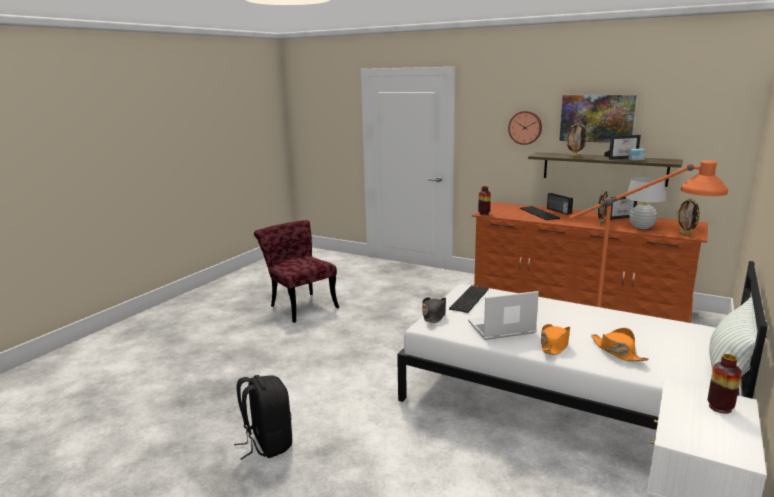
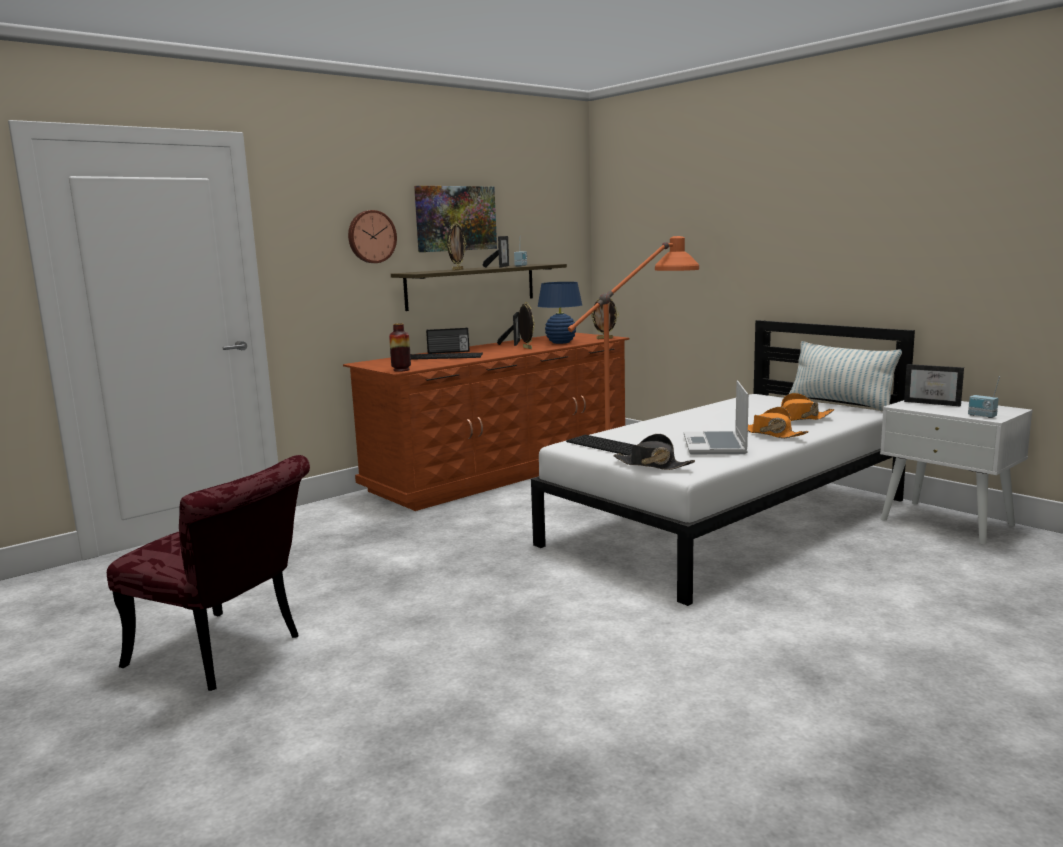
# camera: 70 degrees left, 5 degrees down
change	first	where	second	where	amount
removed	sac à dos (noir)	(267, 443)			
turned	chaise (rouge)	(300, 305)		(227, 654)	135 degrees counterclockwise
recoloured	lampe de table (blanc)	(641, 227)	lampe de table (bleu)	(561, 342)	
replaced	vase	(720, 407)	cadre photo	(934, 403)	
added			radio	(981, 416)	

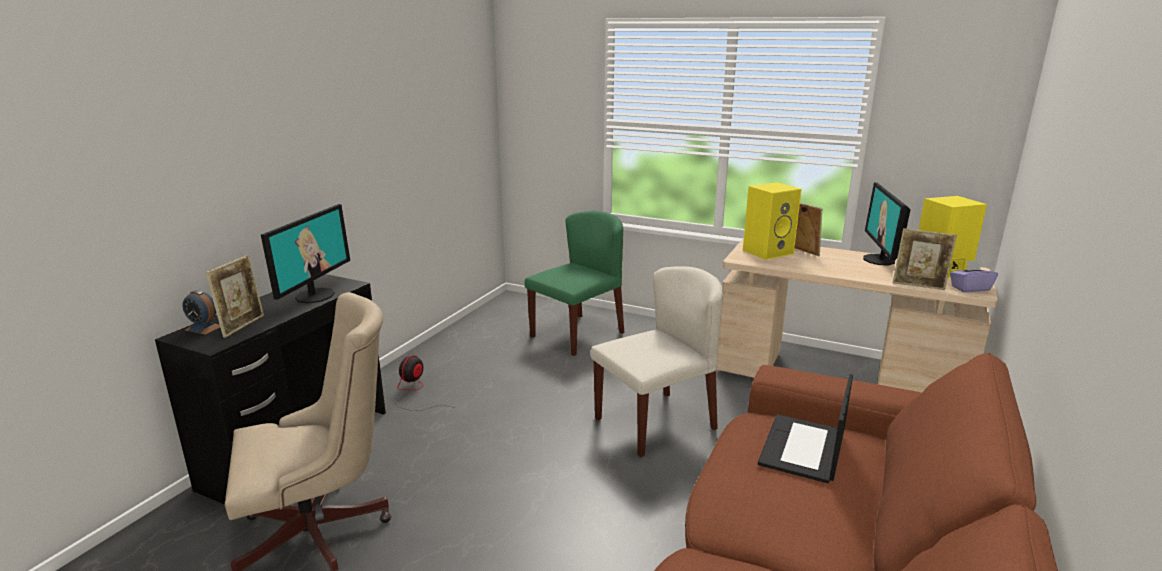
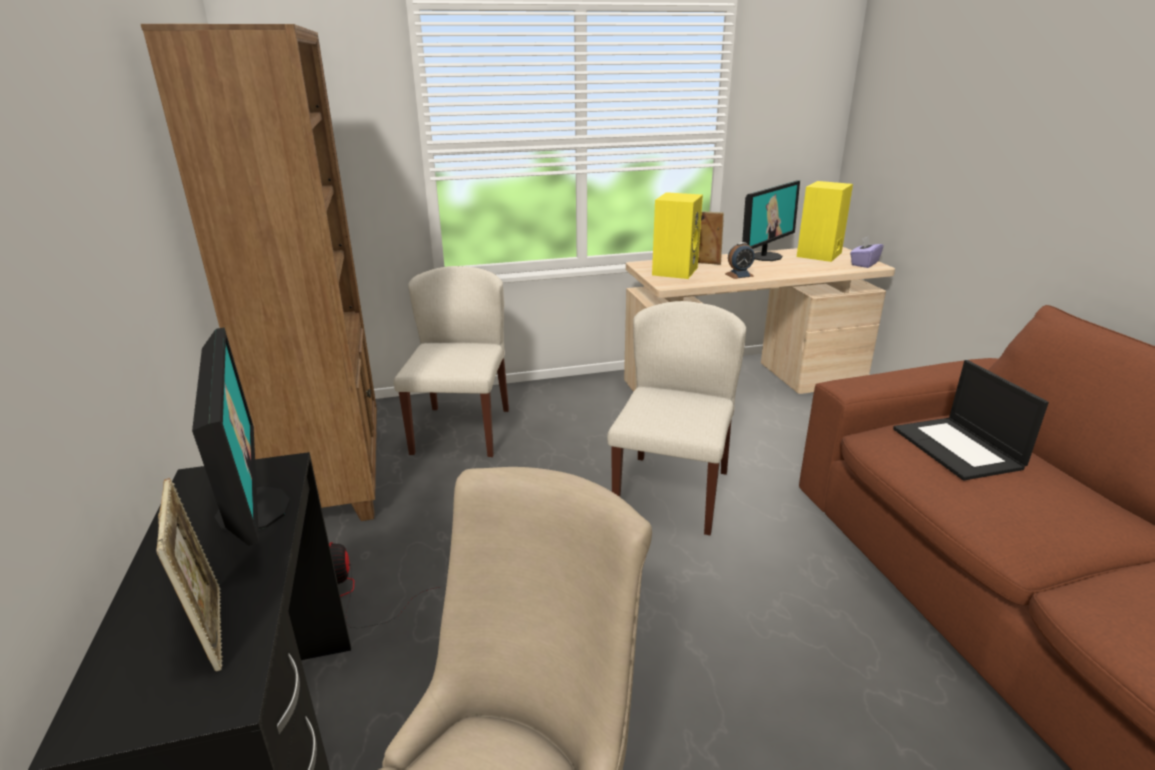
# camera: 40 degrees left, 5 degrees up
change	first	where	second	where	amount
moved	réveil	(204, 328)		(739, 275)	
recoloured	chaise (vert)	(577, 334)	chaise (beige)	(461, 430)	
turned	écran d'ordinateur	(879, 260)		(765, 256)	105 degrees counterclockwise
removed	cadre photo	(918, 286)			
added			bibliothèque (marron)	(334, 473)	

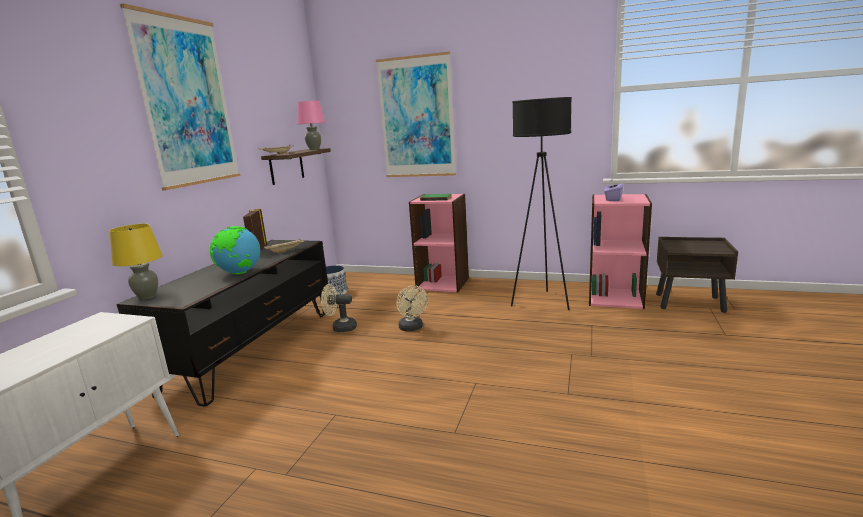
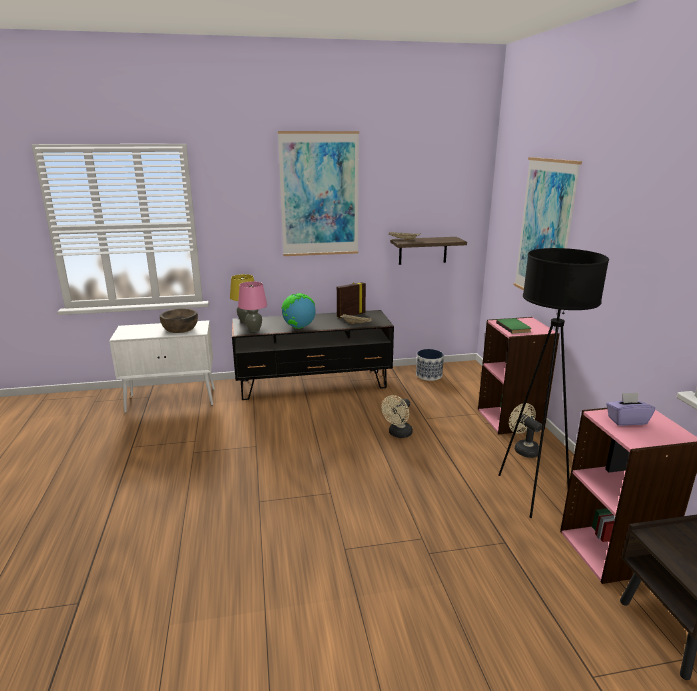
# camera: 60 degrees right, 5 degrees up
change	first	where	second	where	amount
moved	lampe de table (rose)	(314, 149)		(254, 330)	
moved	ventilateur (beige)	(340, 328)		(523, 449)	
added			bol (marron)	(180, 328)	

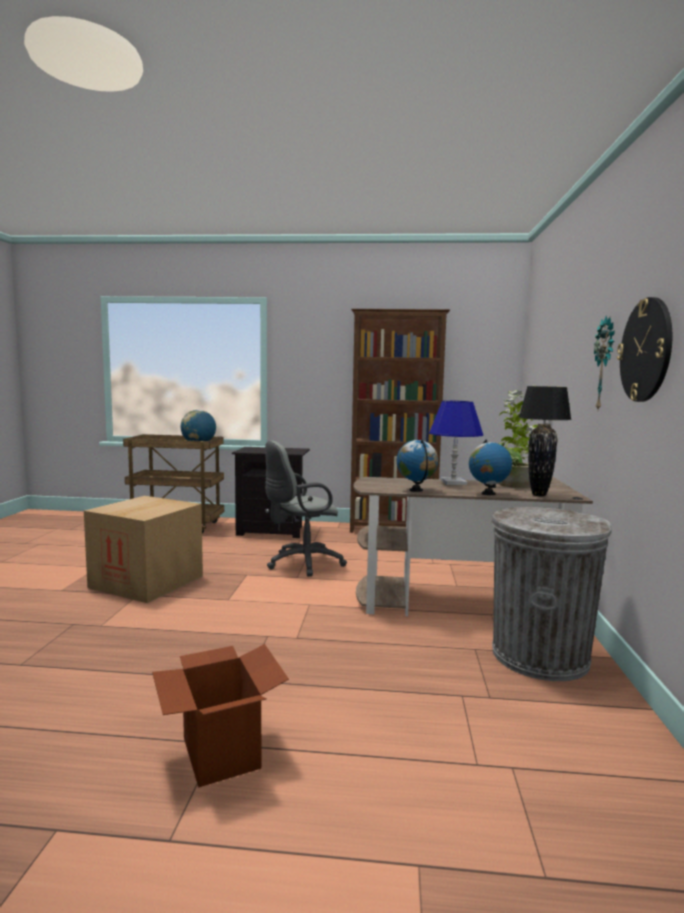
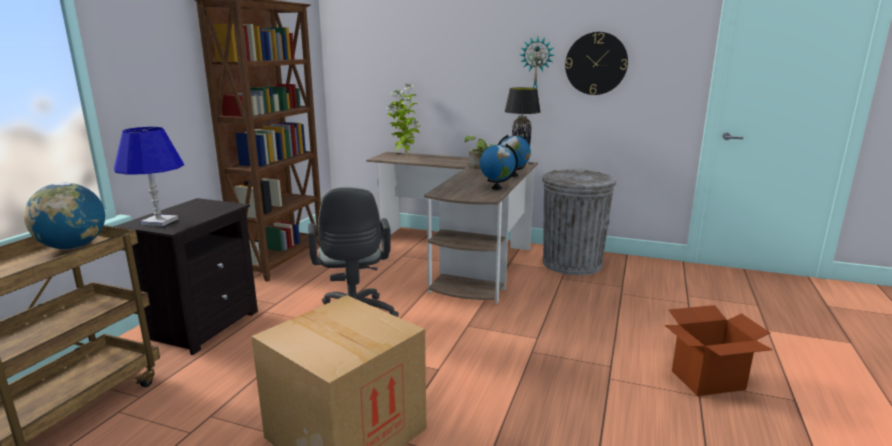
# camera: 75 degrees left, 10 degrees up
change	first	where	second	where	amount
moved	lampe de table (bleu)	(453, 482)		(159, 222)	

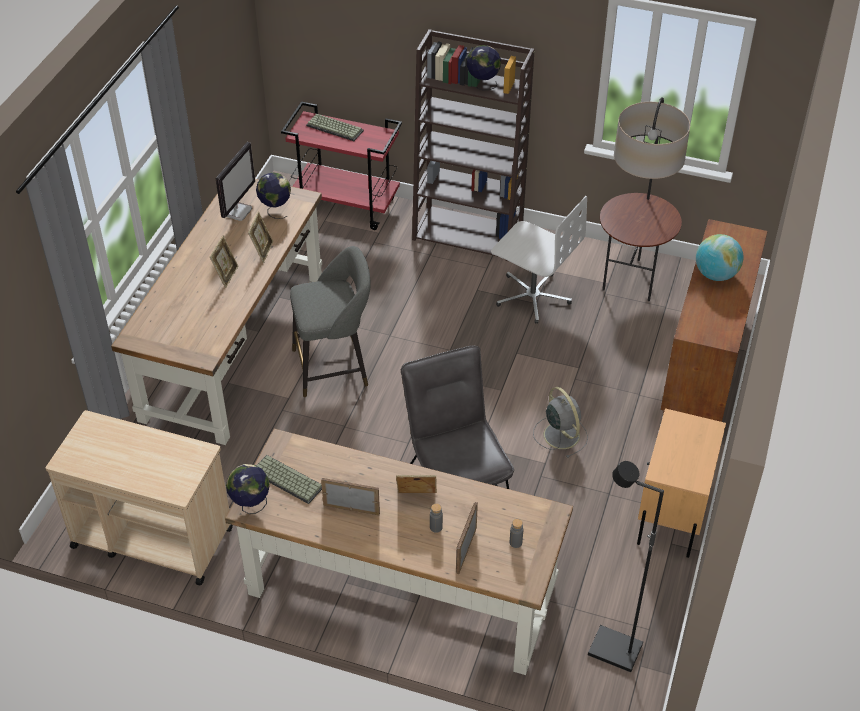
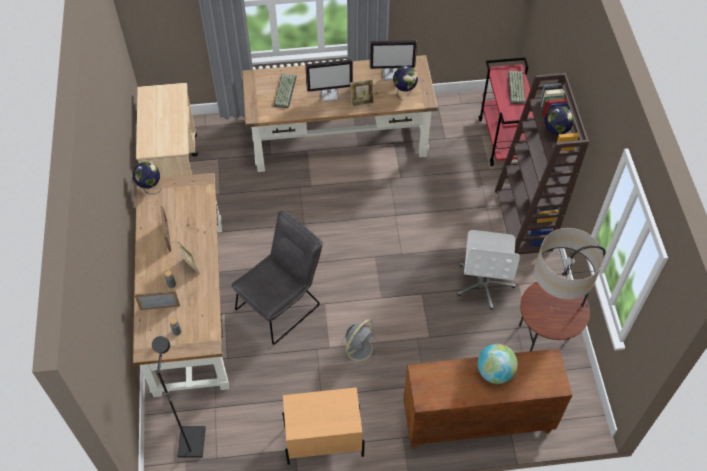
# camera: 65 degrees right, 10 degrees up
change	first	where	second	where	amount
replaced	cadre photo	(226, 275)	écran d'ordinateur	(329, 94)	
moved	clavier	(286, 480)		(284, 90)	
removed	tabouret (gris)	(335, 367)			

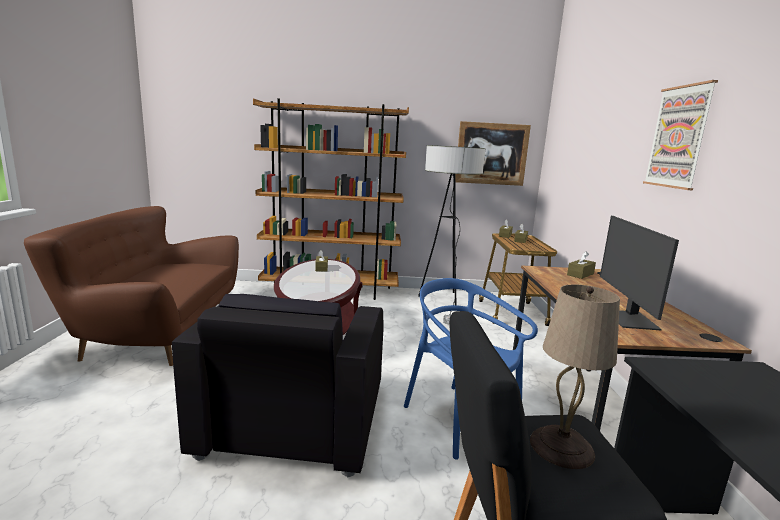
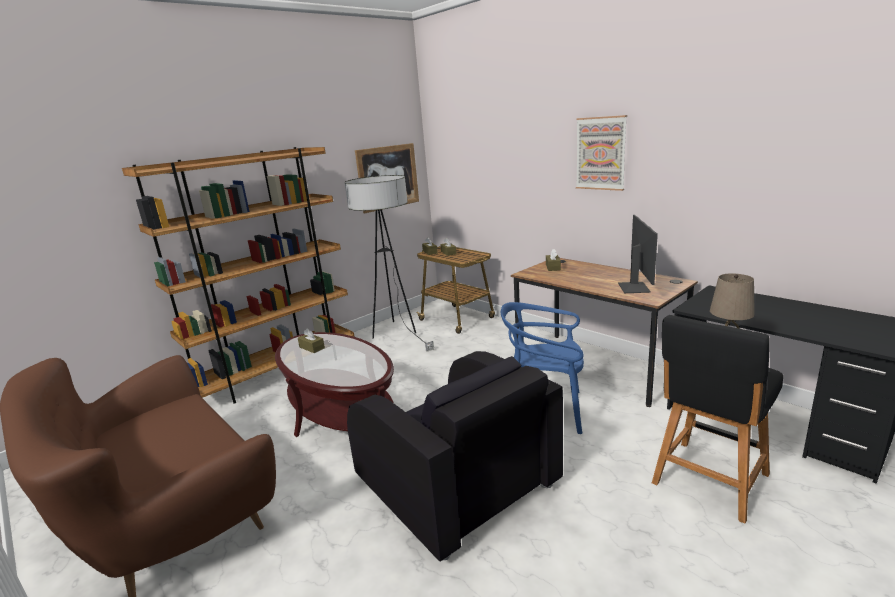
# camera: 40 degrees left, 5 degrees up
change	first	where	second	where	amount
turned	écran d'ordinateur	(629, 320)		(634, 287)	135 degrees counterclockwise

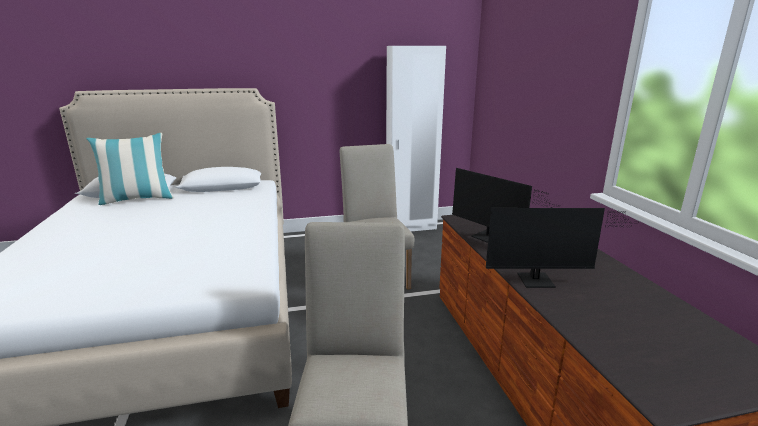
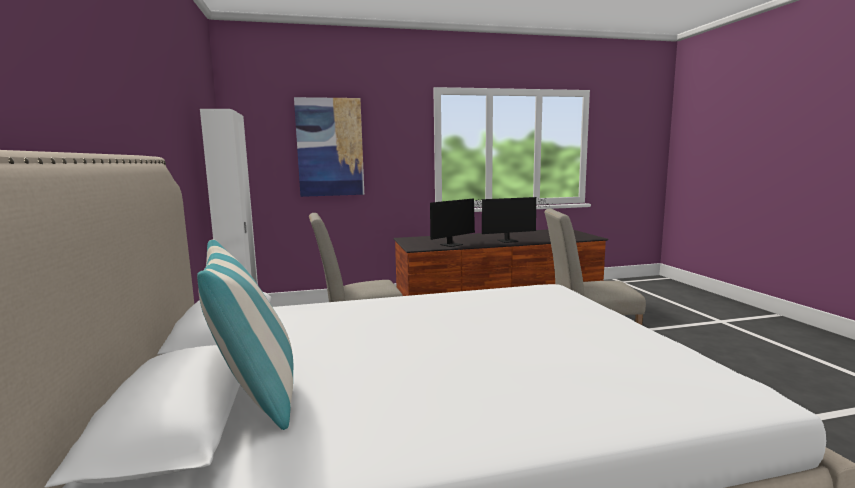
# camera: 90 degrees left, 10 degrees down
change	first	where	second	where	amount
turned	écran d'ordinateur	(541, 281)		(511, 241)	75 degrees clockwise
added			tableau	(330, 147)	

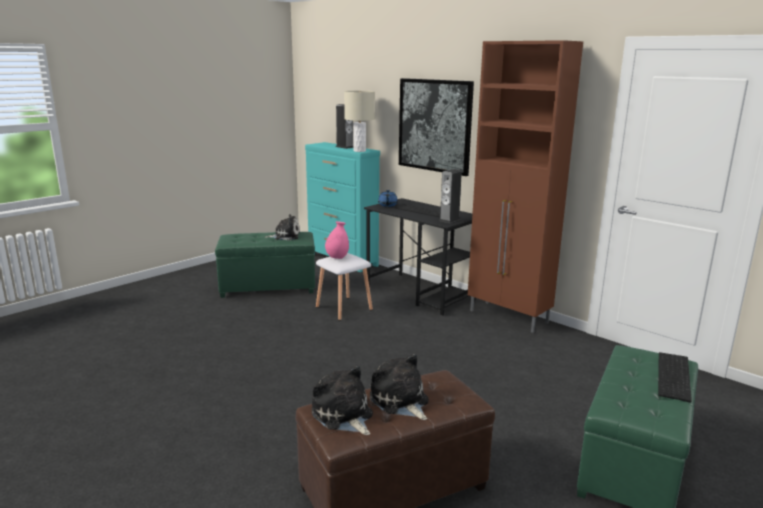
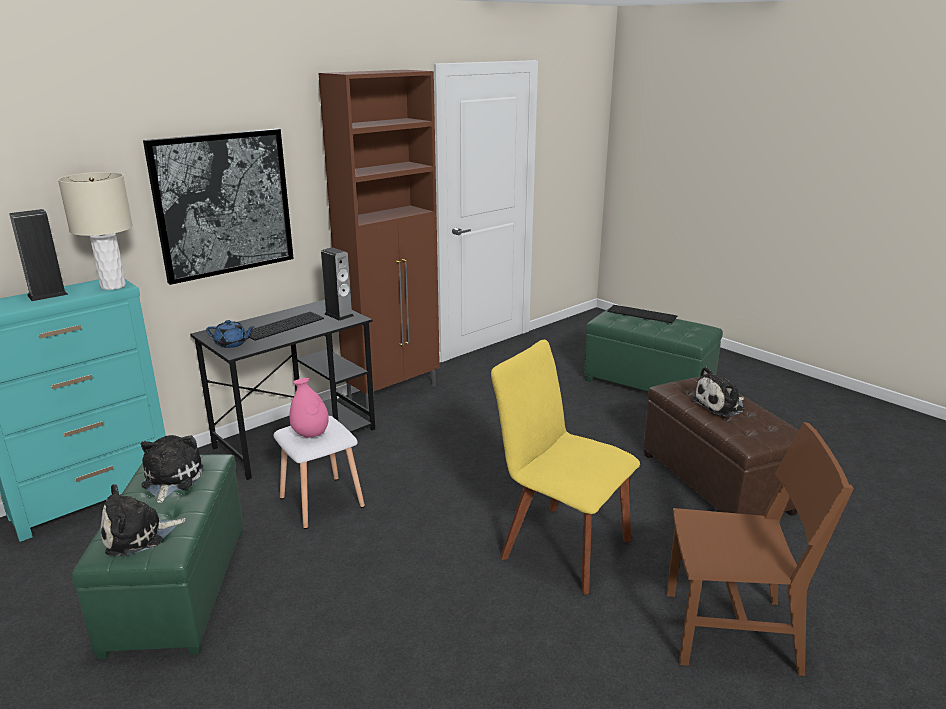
# camera: 85 degrees left, 5 degrees up
change	first	where	second	where	amount
moved	peluche	(343, 415)		(138, 535)	
added			chaise (jaune)	(560, 545)	
added			chaise (marron)	(731, 631)	

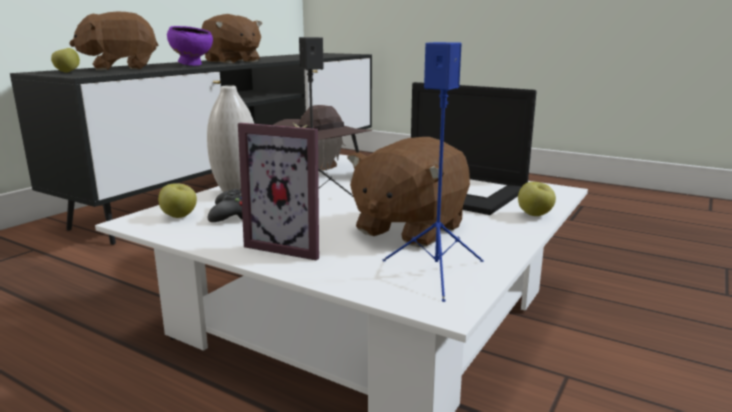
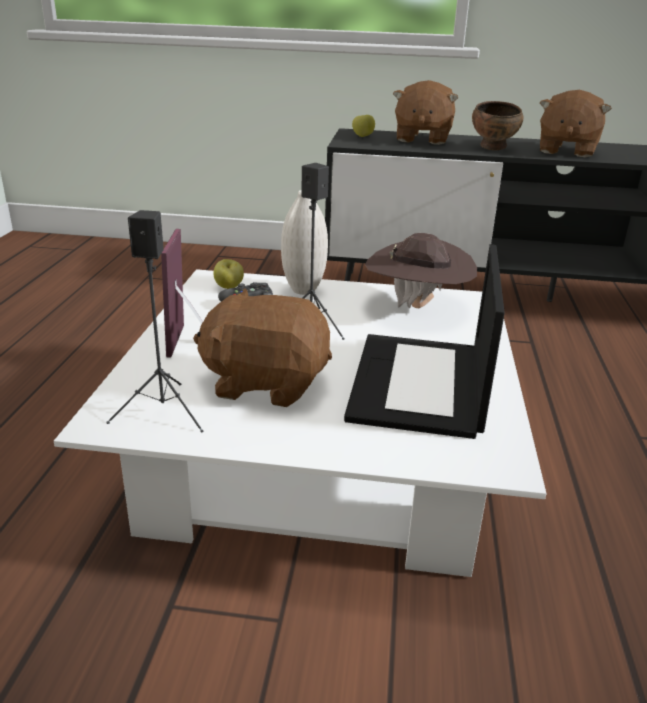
# camera: 65 degrees right, 10 degrees up
change	first	where	second	where	amount
turned	peluche (marron)	(120, 68)		(421, 139)	120 degrees counterclockwise
recoloured	bol (violet)	(193, 65)	bol (marron)	(494, 148)	
recoloured	enceinte (bleu)	(436, 272)	enceinte (noir)	(165, 412)	
removed	pomme	(535, 215)			

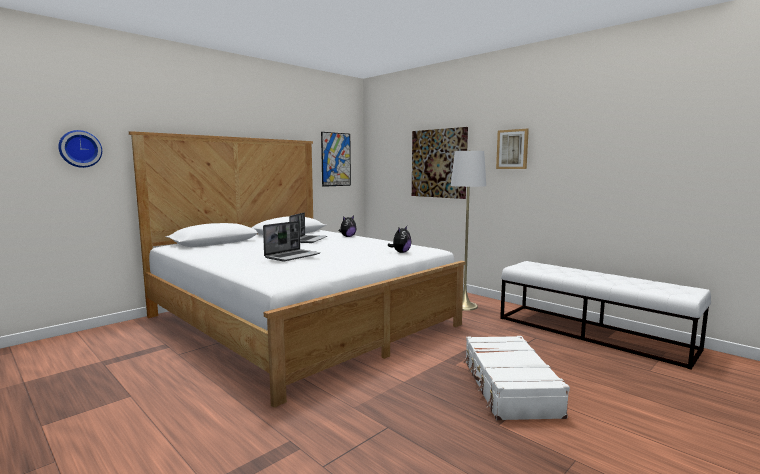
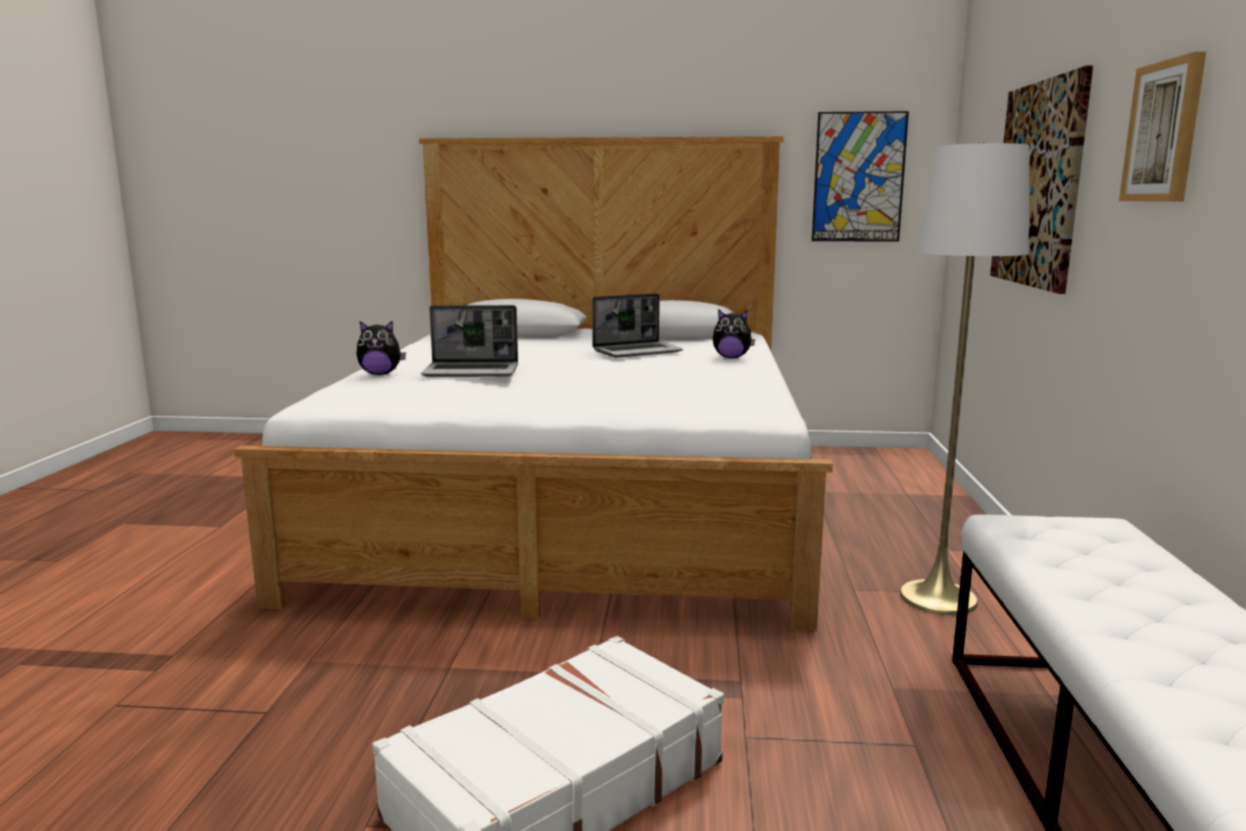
# camera: 50 degrees right, 5 degrees up
change	first	where	second	where	amount
removed	horloge murale	(80, 149)			
moved	peluche	(401, 252)		(380, 374)	

